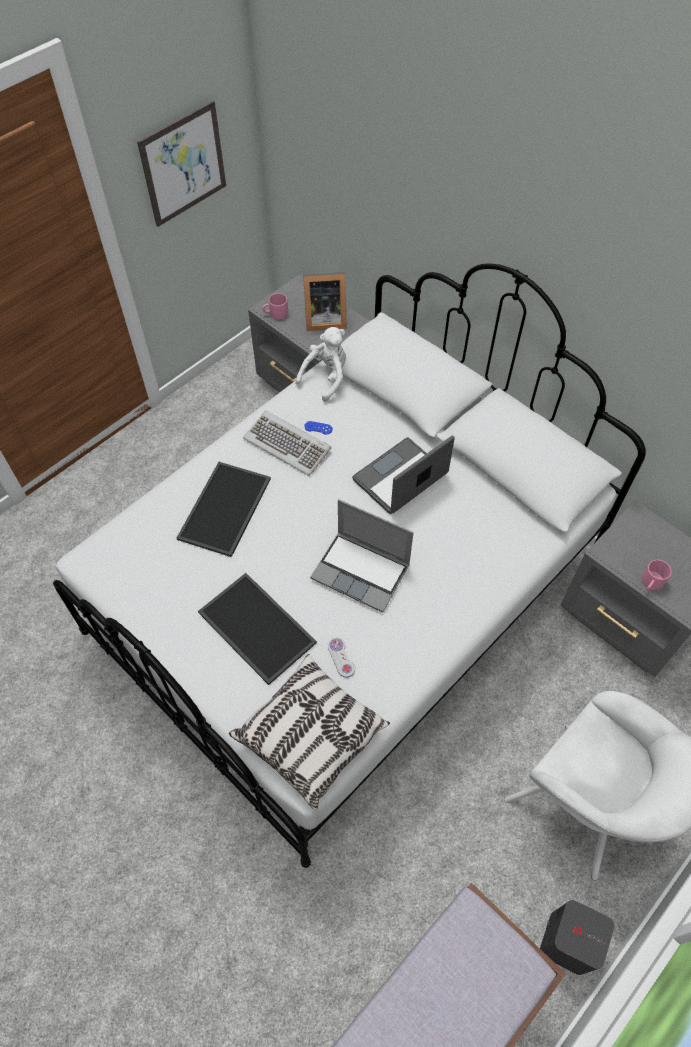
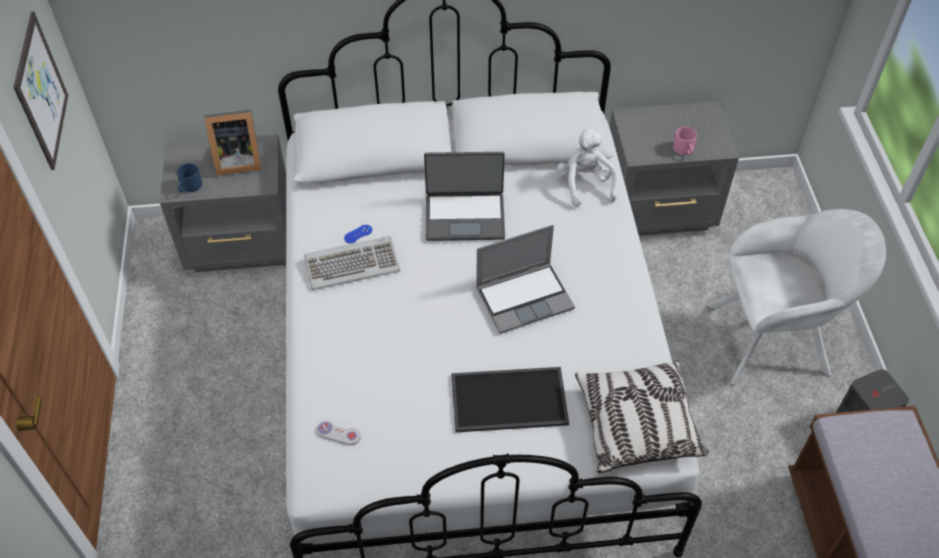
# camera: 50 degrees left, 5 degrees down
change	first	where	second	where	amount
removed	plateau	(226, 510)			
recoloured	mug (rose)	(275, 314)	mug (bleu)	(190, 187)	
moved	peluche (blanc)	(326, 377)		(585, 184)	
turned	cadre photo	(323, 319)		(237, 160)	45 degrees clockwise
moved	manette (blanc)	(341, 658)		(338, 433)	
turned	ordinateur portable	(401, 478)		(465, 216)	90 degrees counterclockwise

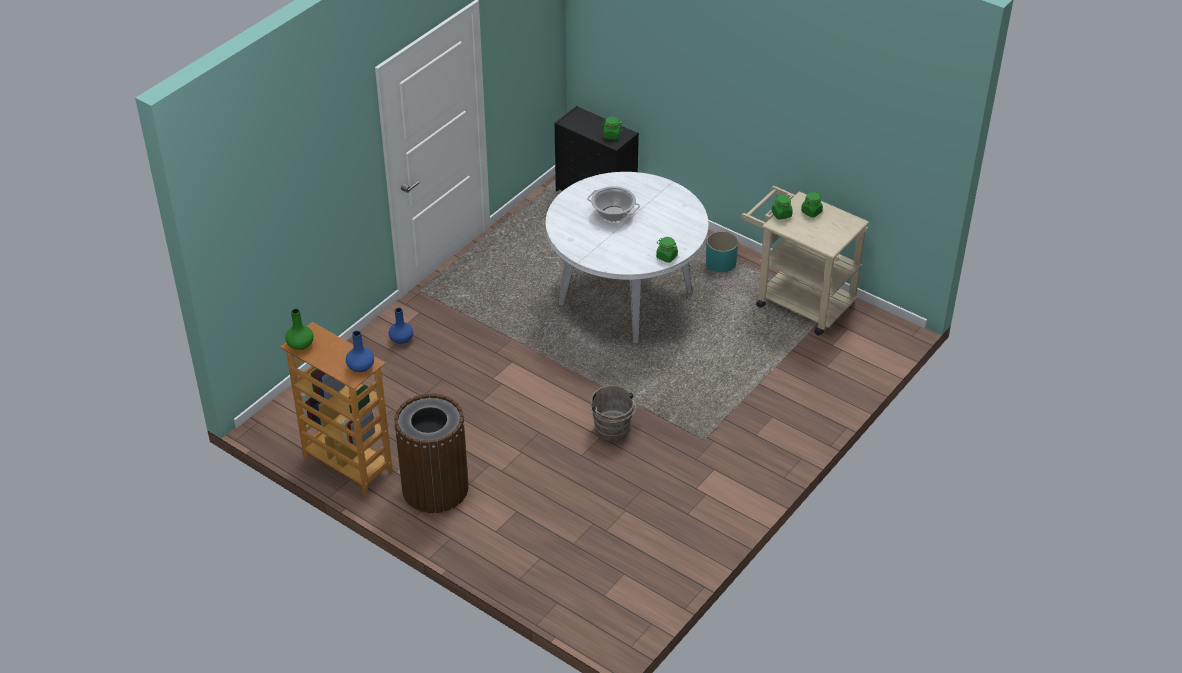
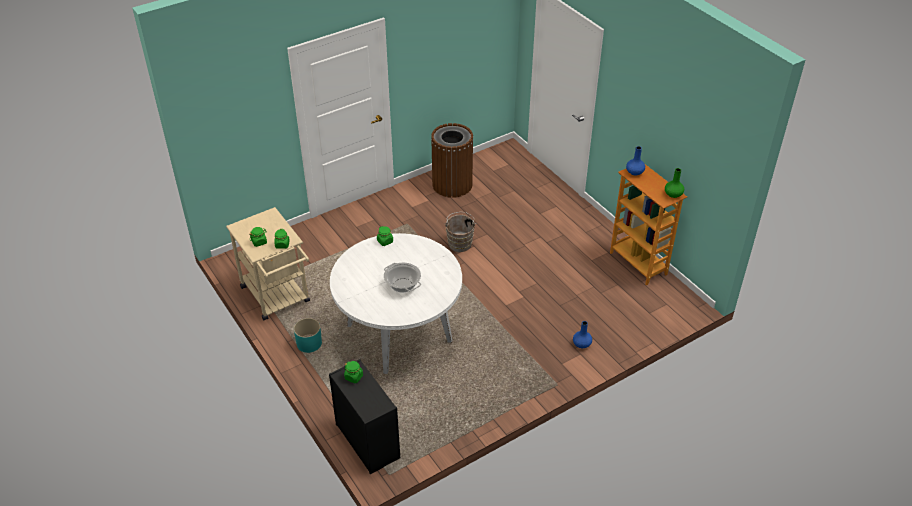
# camera: 160 degrees left, 0 degrees up
change	first	where	second	where	amount
moved	poubelle (marron)	(435, 488)		(452, 185)	

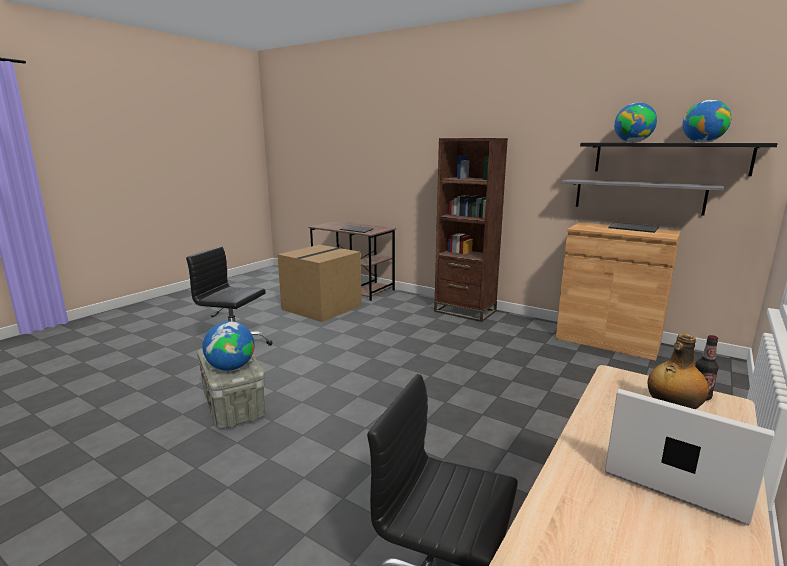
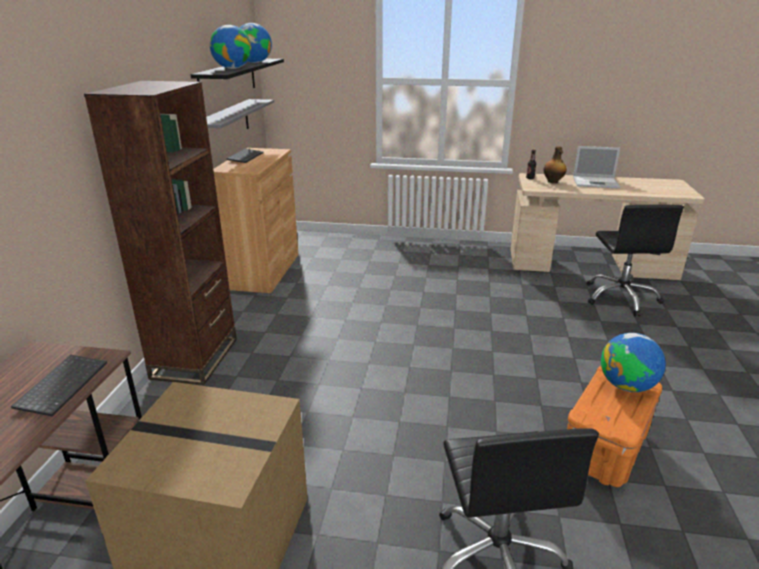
# camera: 115 degrees left, 10 degrees up
change	first	where	second	where	amount
recoloured	boîte de rangement (gris)	(233, 406)	boîte de rangement (orange)	(605, 451)	
turned	ordinateur portable	(673, 472)		(596, 182)	90 degrees counterclockwise

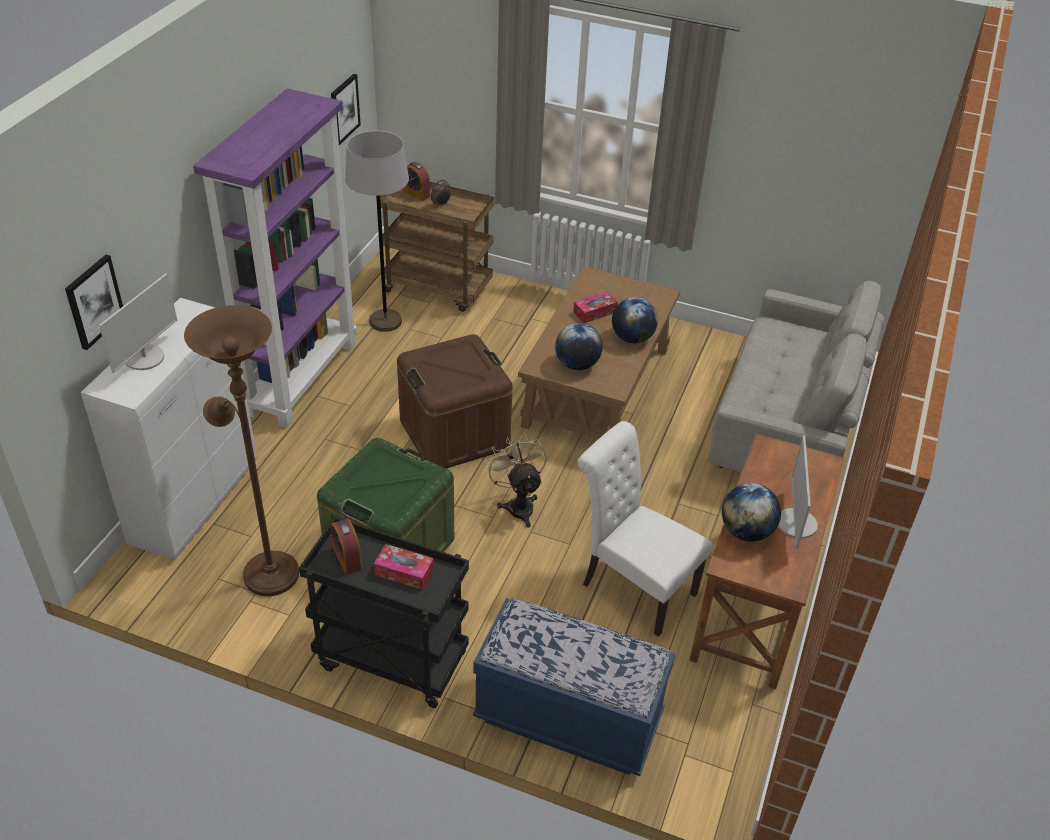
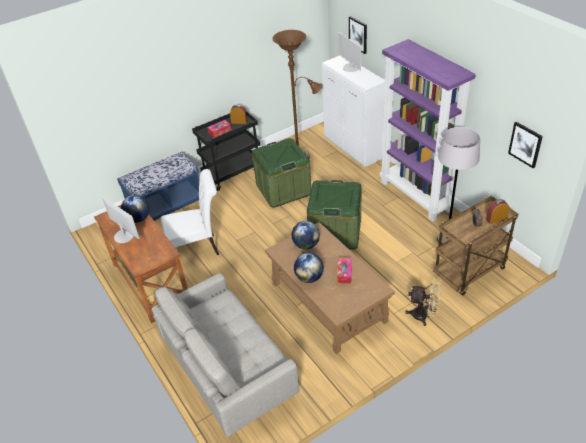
# camera: 130 degrees right, 0 degrees up
change	first	where	second	where	amount
recoloured	boîte de rangement (marron)	(454, 434)	boîte de rangement (vert)	(335, 232)	
moved	ventilateur (beige)	(518, 504)		(424, 316)	

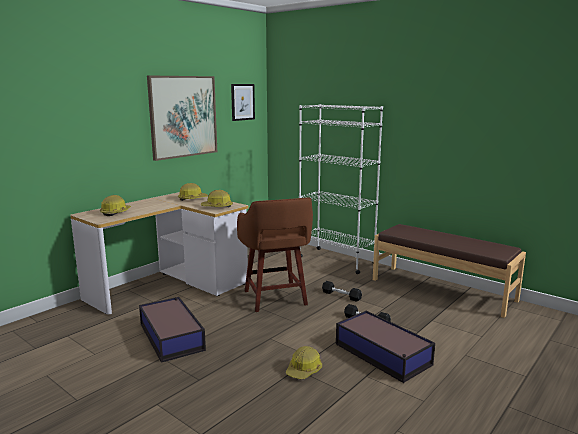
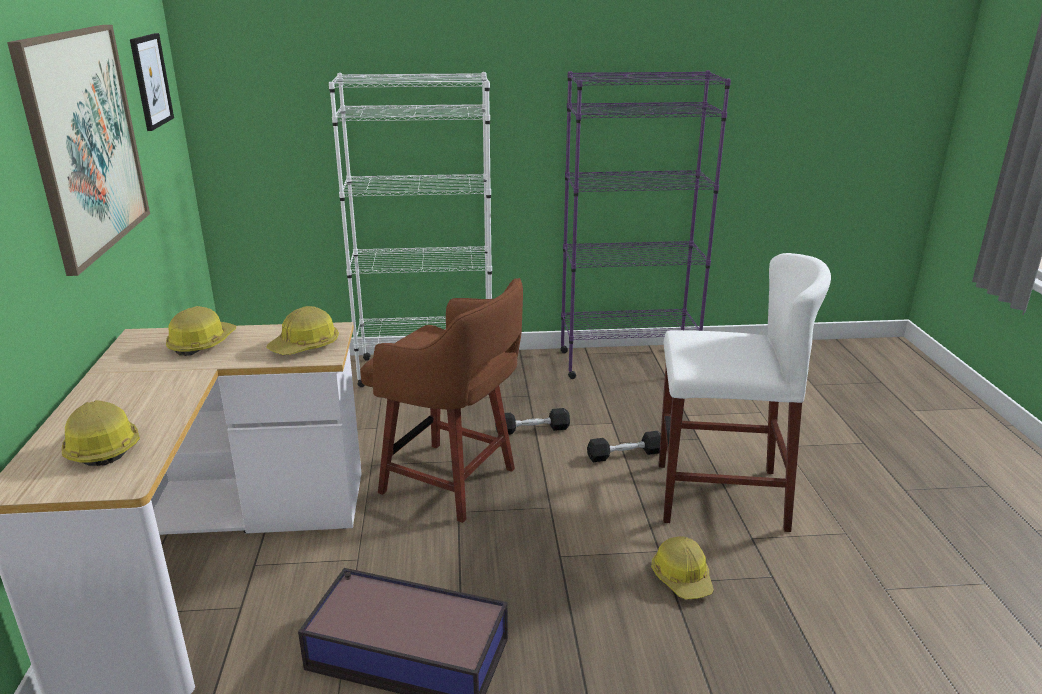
# camera: 45 degrees left, 10 degrees up
change	first	where	second	where	amount
replaced	boîte de rangement	(383, 355)	tabouret (blanc)	(720, 496)	
replaced	banc (marron)	(442, 289)	bibliothèque (violet)	(628, 362)	

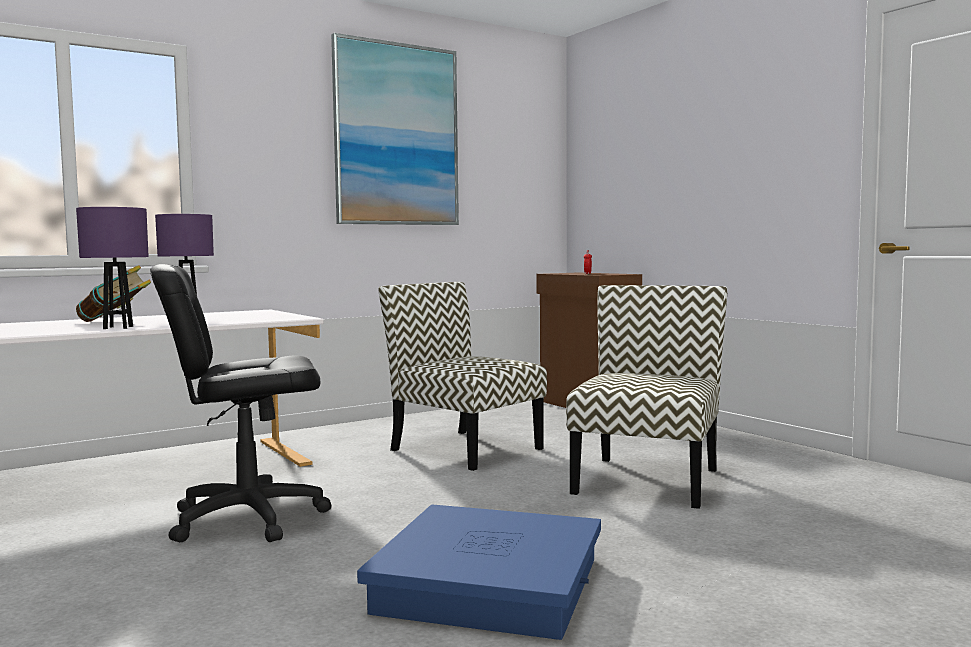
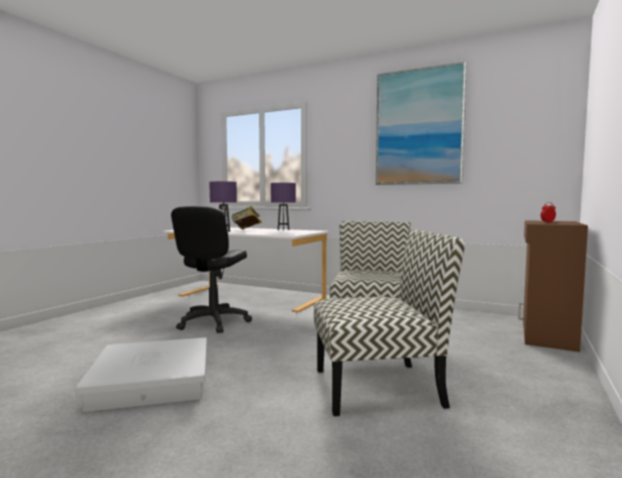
# camera: 60 degrees right, 0 degrees up
change	first	where	second	where	amount
turned	chaise de bureau (noir)	(247, 518)		(213, 322)	120 degrees counterclockwise
recoloured	boîte de rangement (bleu)	(489, 584)	boîte de rangement (blanc)	(152, 381)	

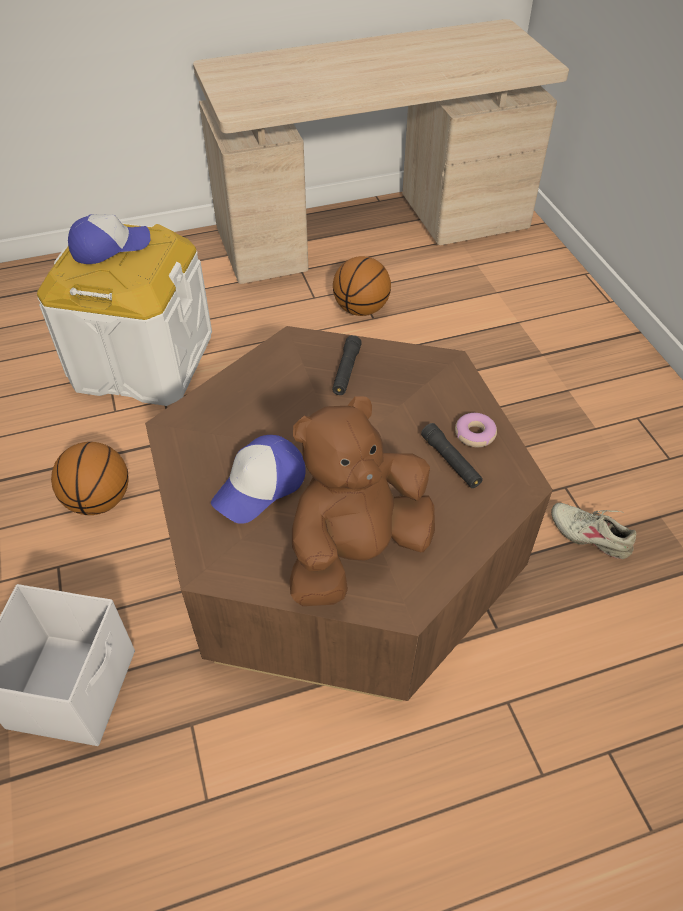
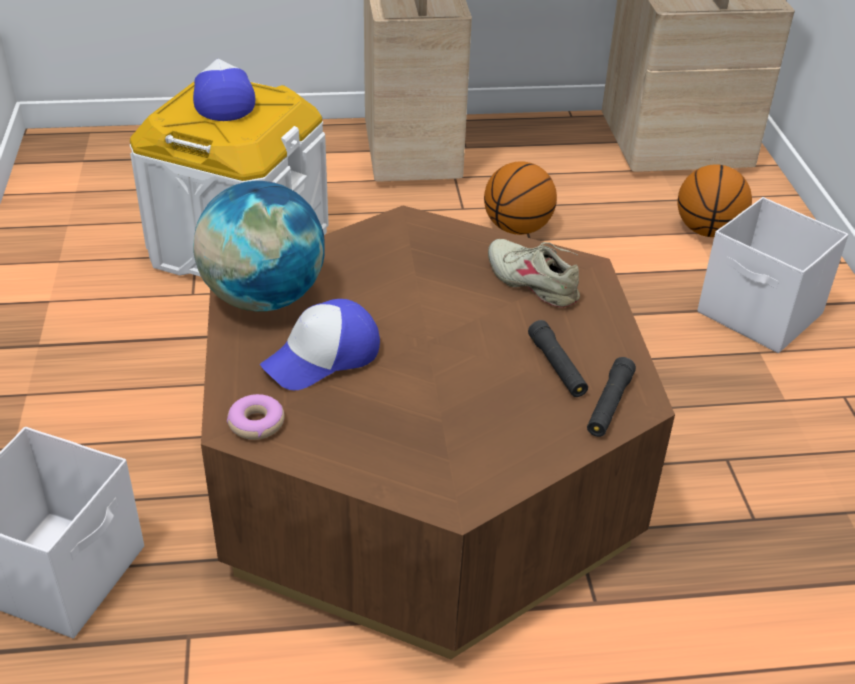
# camera: 10 degrees right, 10 degrees down
change	first	where	second	where	amount
moved	ballon de basket	(99, 500)		(708, 231)	
turned	casquette	(109, 246)		(222, 100)	90 degrees counterclockwise
removed	peluche (marron)	(356, 551)			
moved	lampe de poche (noir)	(346, 371)		(609, 405)	
moved	beignet	(475, 434)		(256, 423)	
moved	chaussure (beige)	(590, 535)		(532, 282)	
added			globe	(264, 298)	
added			boîte de rangement (blanc)	(760, 315)	

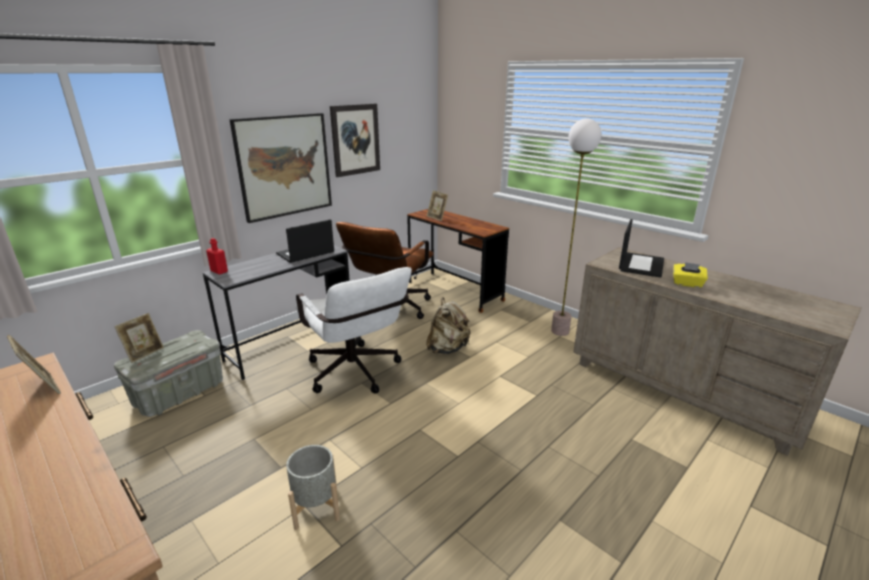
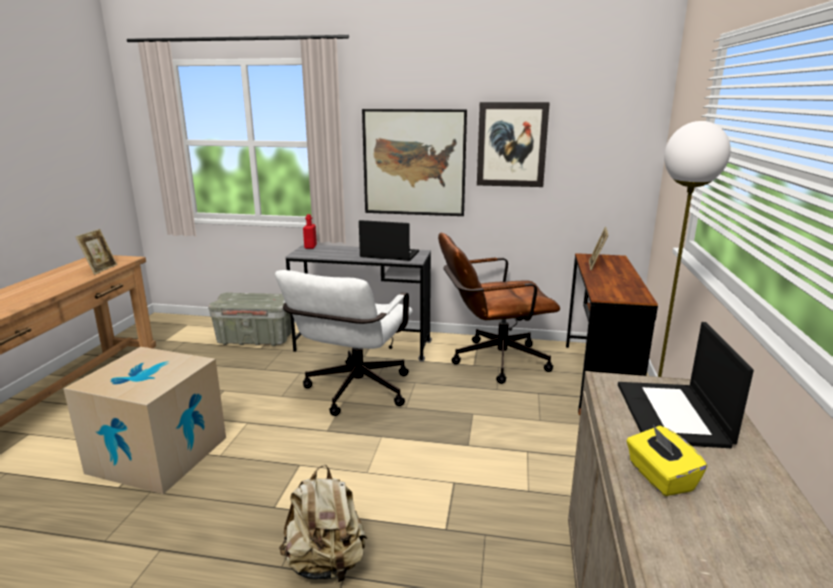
# camera: 55 degrees right, 5 degrees down
change	first	where	second	where	amount
removed	cadre photo	(145, 353)			
replaced	cache-pot (gris)	(316, 507)	carton	(158, 455)	
moved	sac à dos (beige)	(447, 349)		(326, 564)	
turned	ordinateur portable	(640, 264)		(673, 414)	105 degrees clockwise

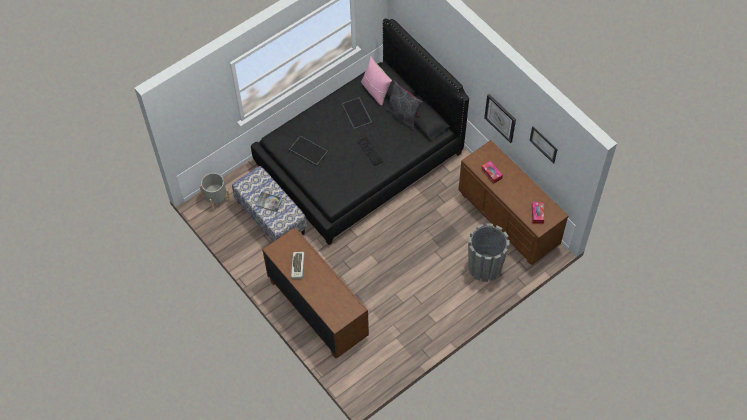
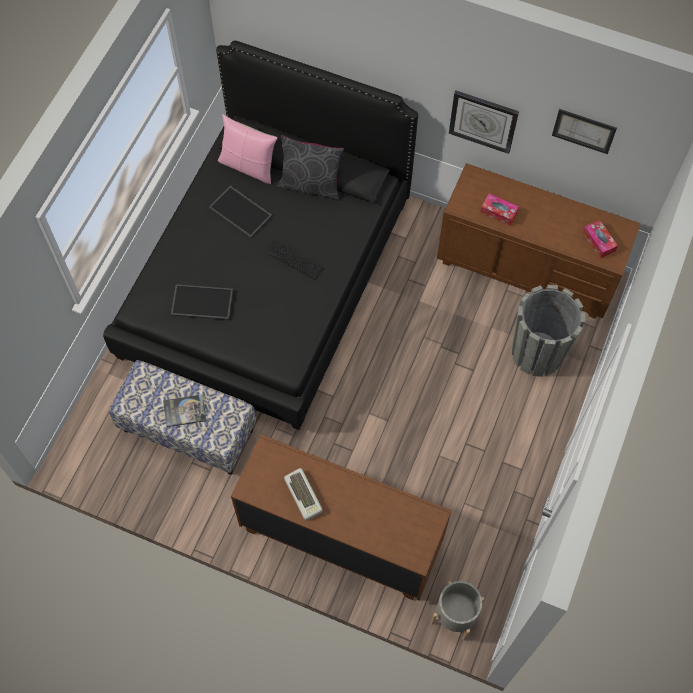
# camera: 30 degrees left, 5 degrees up
change	first	where	second	where	amount
moved	cache-pot (gris)	(216, 198)		(455, 615)	

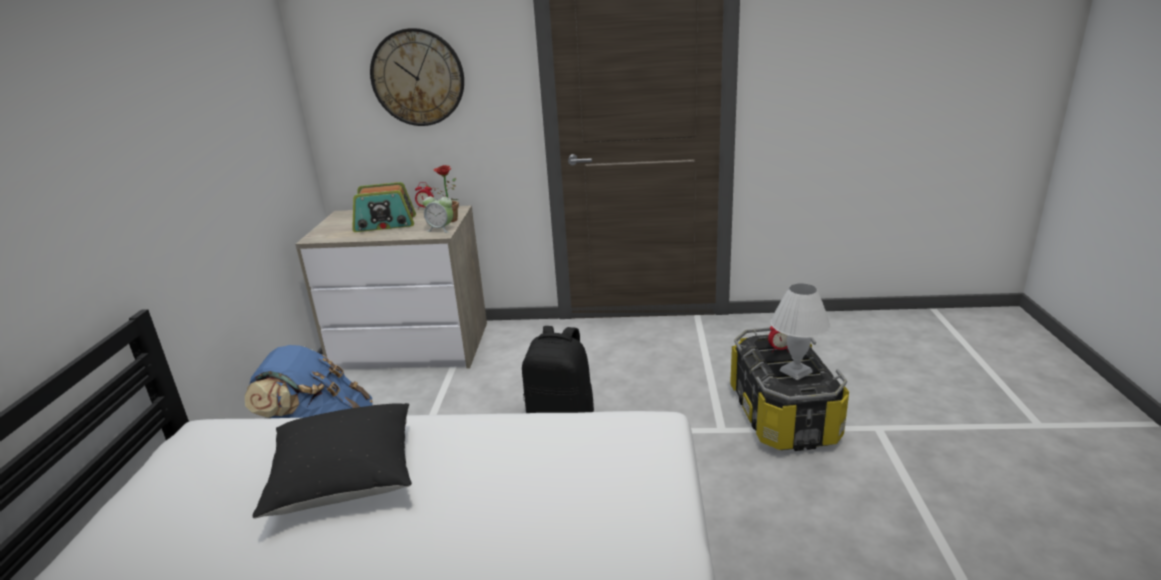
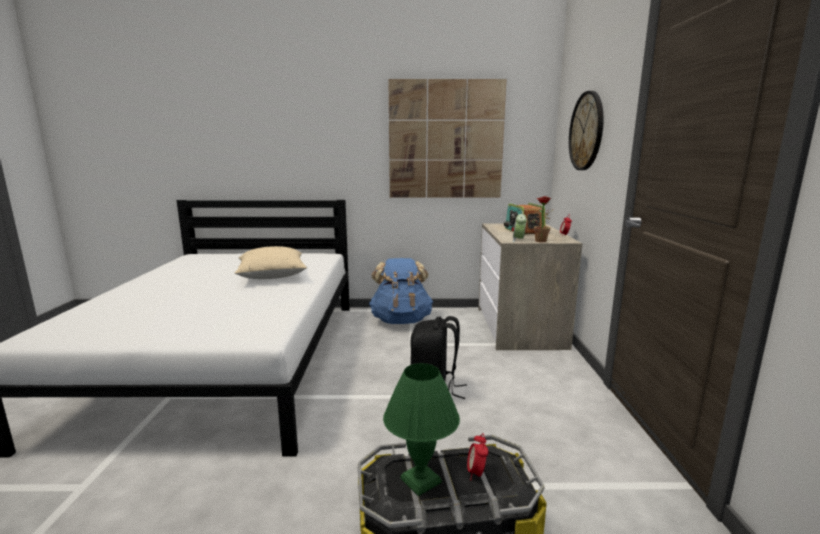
# camera: 85 degrees right, 10 degrees down
change	first	where	second	where	amount
recoloured	coussin (noir)	(345, 479)	coussin (beige)	(272, 276)	
recoloured	lampe de table (blanc)	(796, 371)	lampe de table (vert)	(422, 480)	
added			tableau	(446, 140)	

